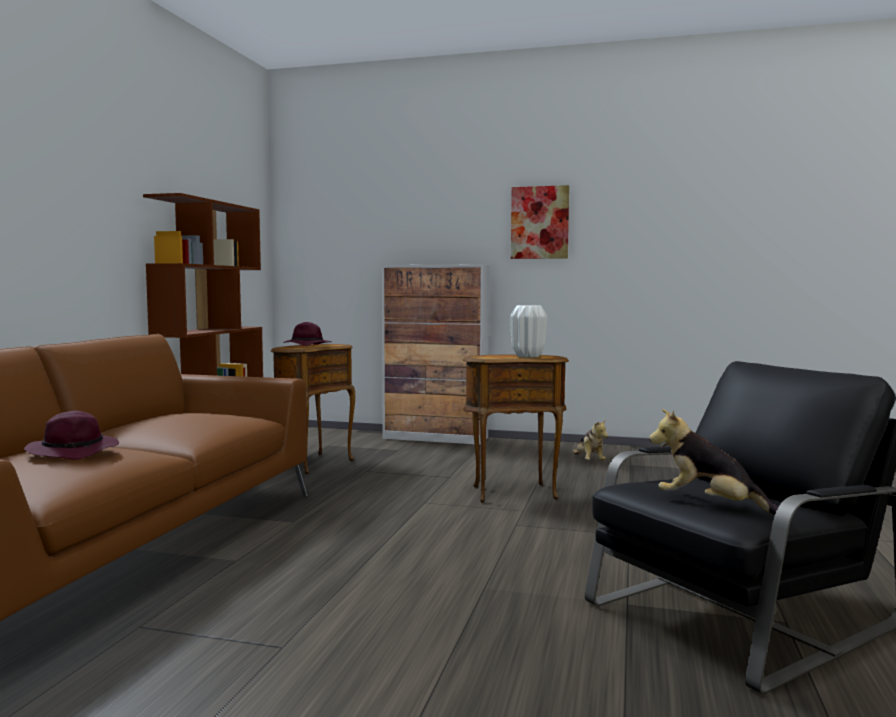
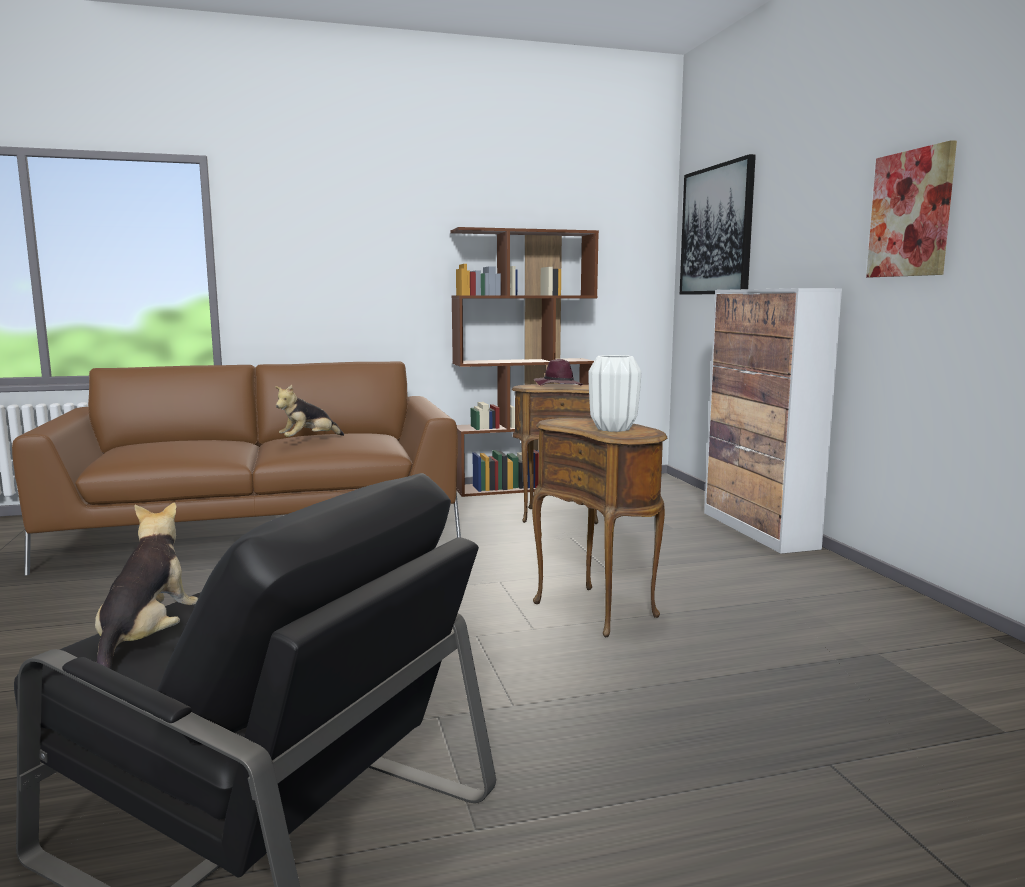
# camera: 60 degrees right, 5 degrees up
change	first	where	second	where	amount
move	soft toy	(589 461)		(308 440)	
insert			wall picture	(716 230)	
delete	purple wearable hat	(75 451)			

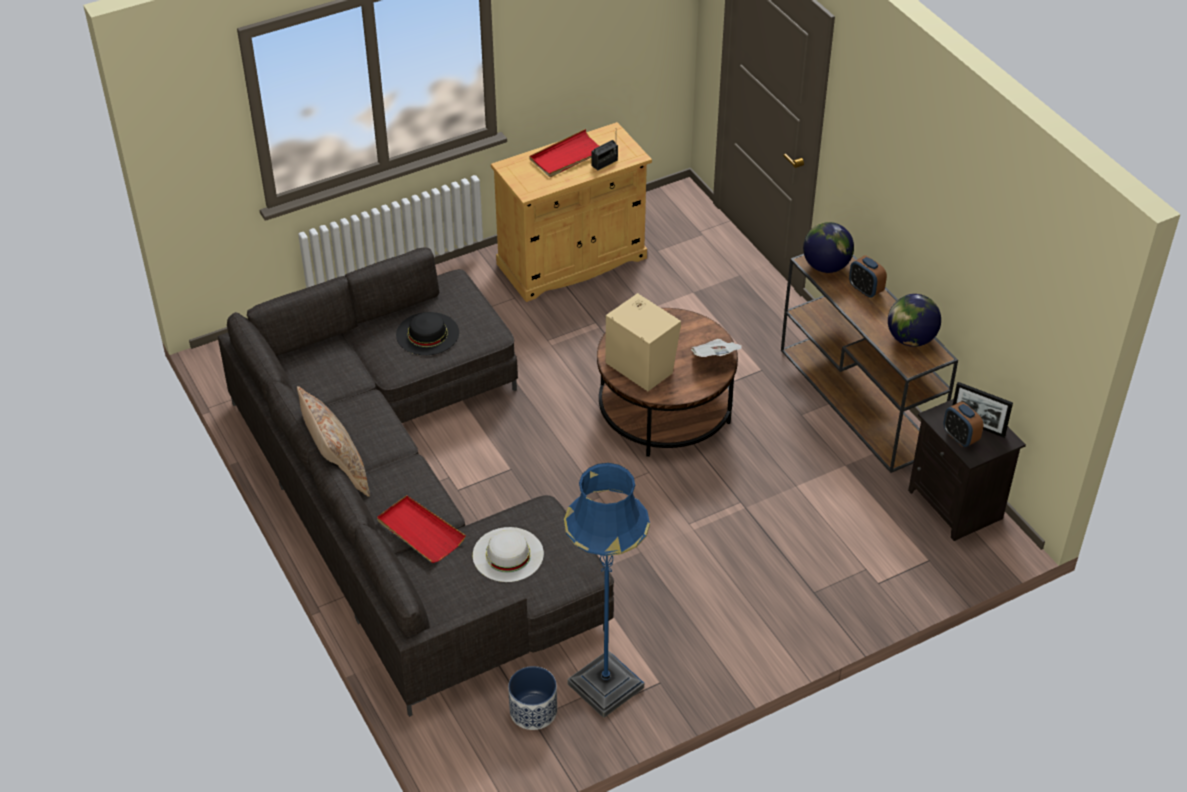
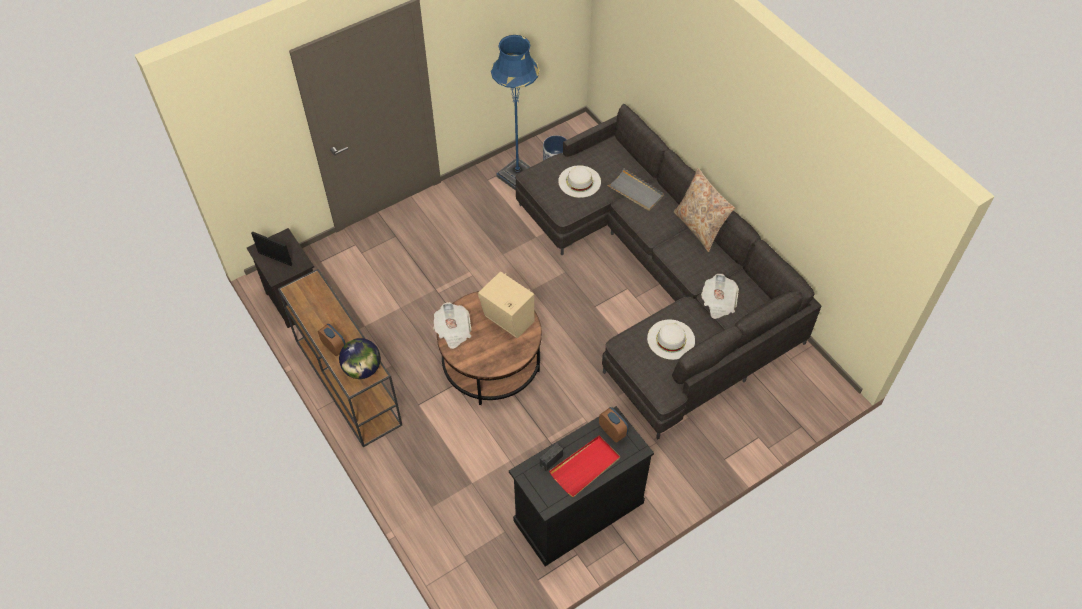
# camera: 175 degrees right, 10 degrees up
change	first	where	second	where	amount
recolor	sand-coloured cabinet	(572 261)	blackish cabinet	(578 511)	
move	table clock	(960 437)		(612 431)	
recolor	reddish tray	(420 531)	gray tray	(635 191)	
recolor	blackish wearable hat	(427 333)	white wearable hat	(671 339)	
insert			daily paper	(718 303)	
delete	world globe	(910 339)			

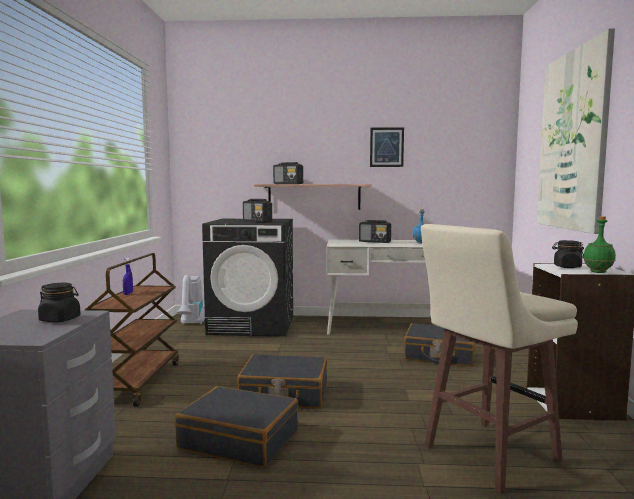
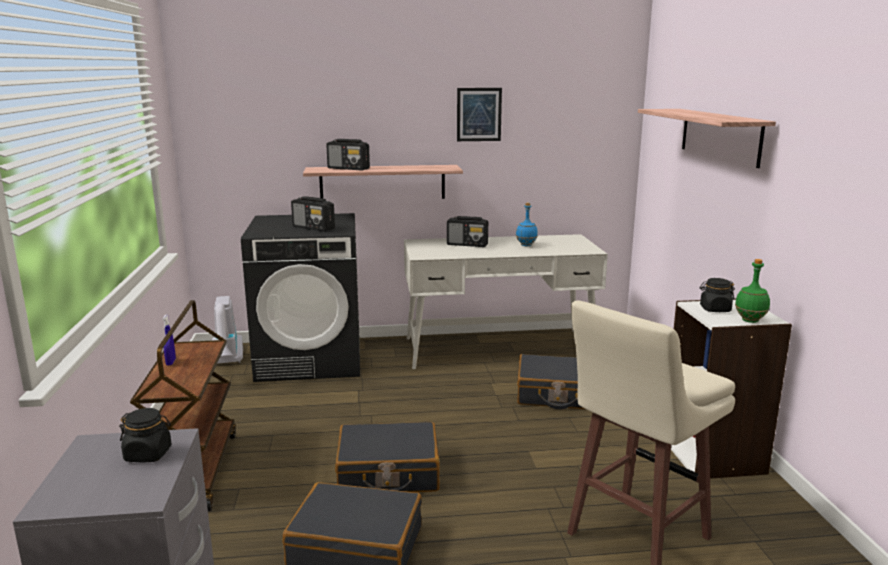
# camera: 10 degrees left, 10 degrees up
change	first	where	second	where	amount
replace	wall picture	(572 140)	bracket shelf	(719 136)	

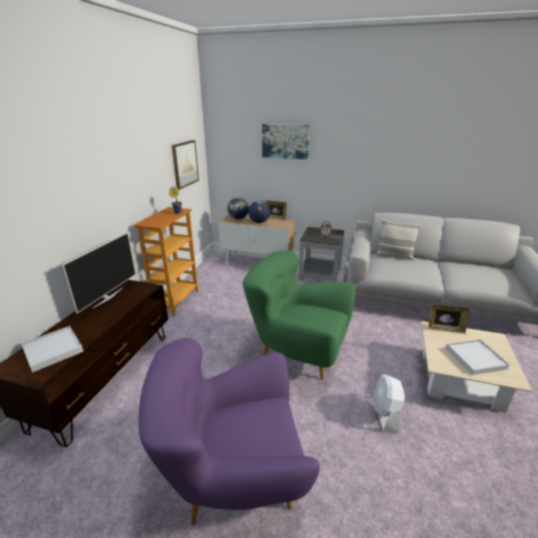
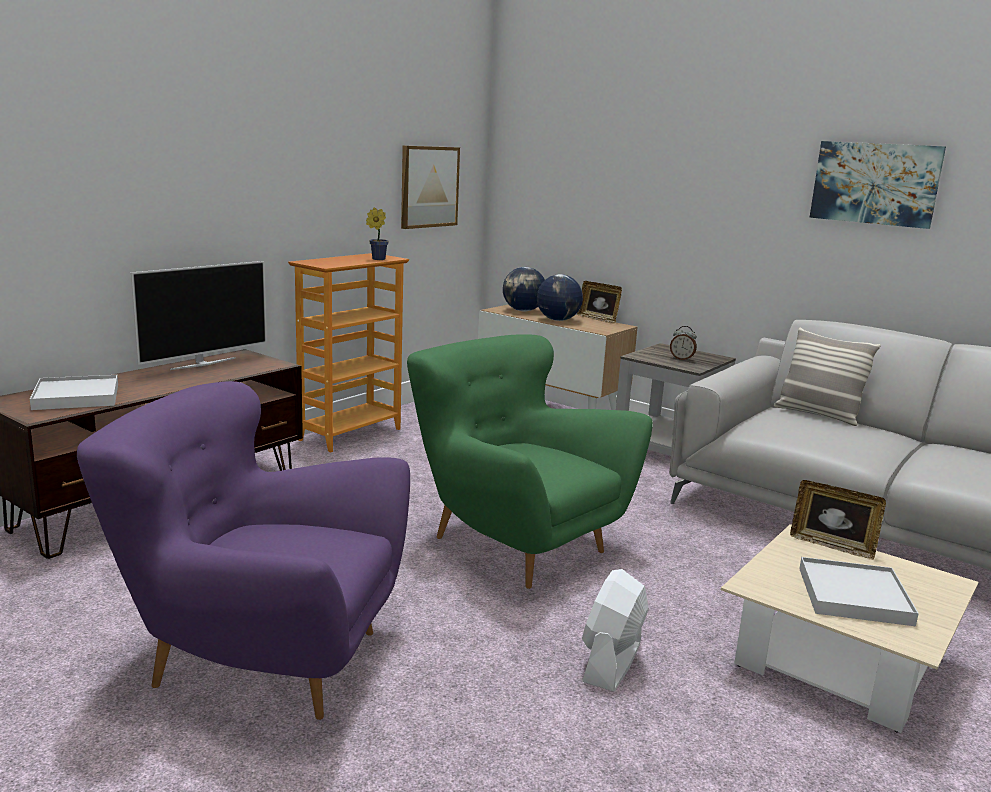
# camera: 20 degrees right, 10 degrees down
change	first	where	second	where	amount
move	wall picture	(285 141)		(875 183)	

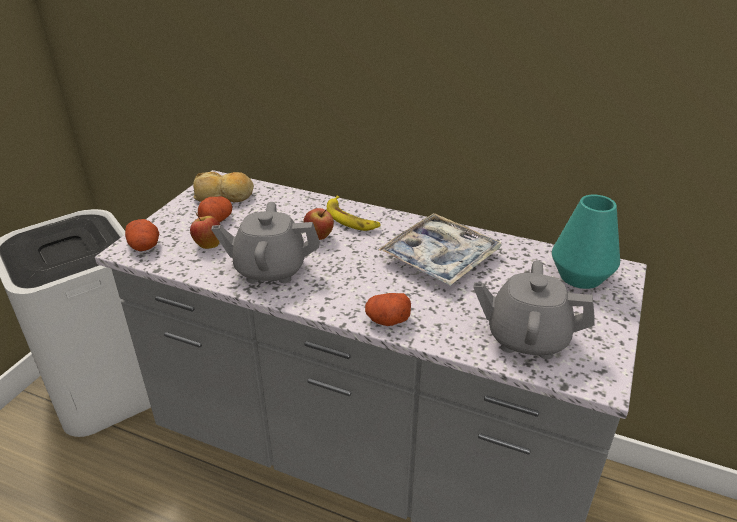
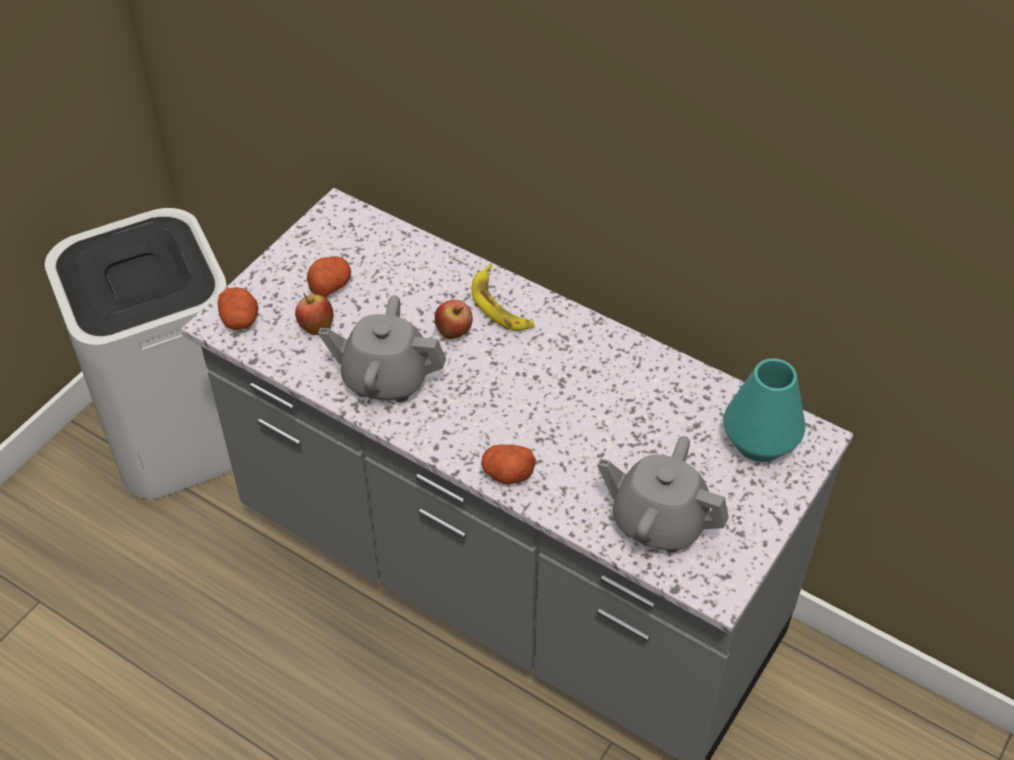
# camera: 10 degrees right, 15 degrees up
change	first	where	second	where	amount
delete	baked bread	(224 196)			
delete	tray	(440 258)			

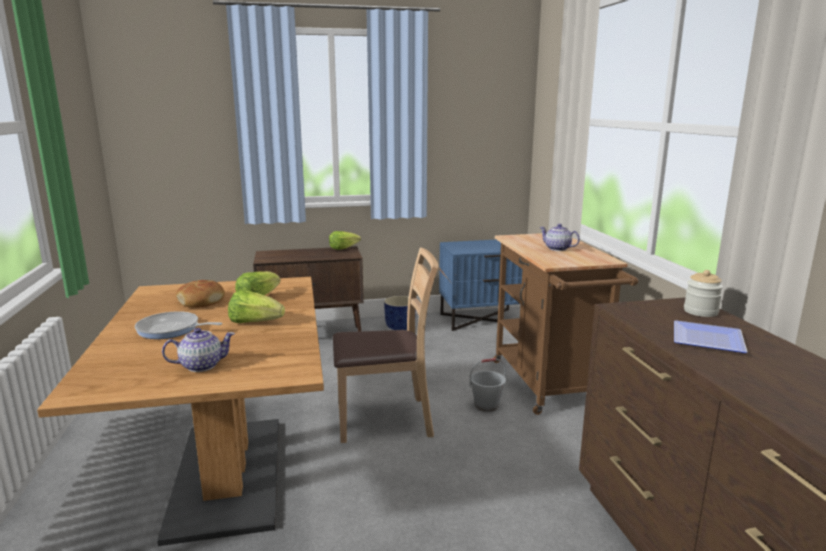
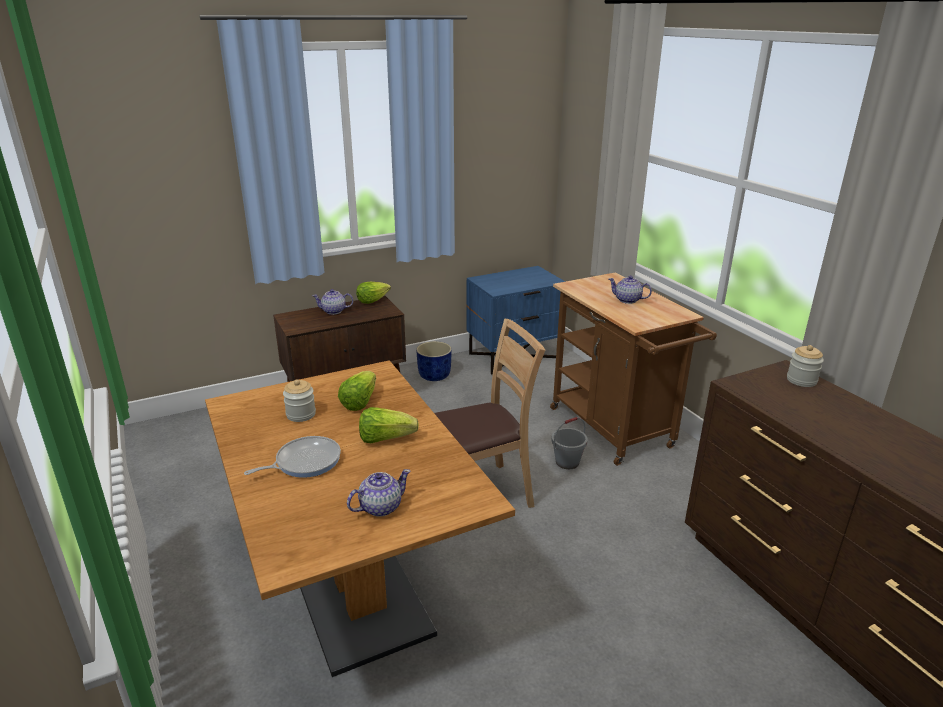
# camera: 15 degrees left, 10 degrees up
change	first	where	second	where	amount
rotate	frying pan	(171 330)		(304 462)	150 degrees clockwise
replace	baked bread	(201 301)	preserve jar	(301 414)	
insert			teapot	(334 311)	
delete	dinner plate	(709 339)			

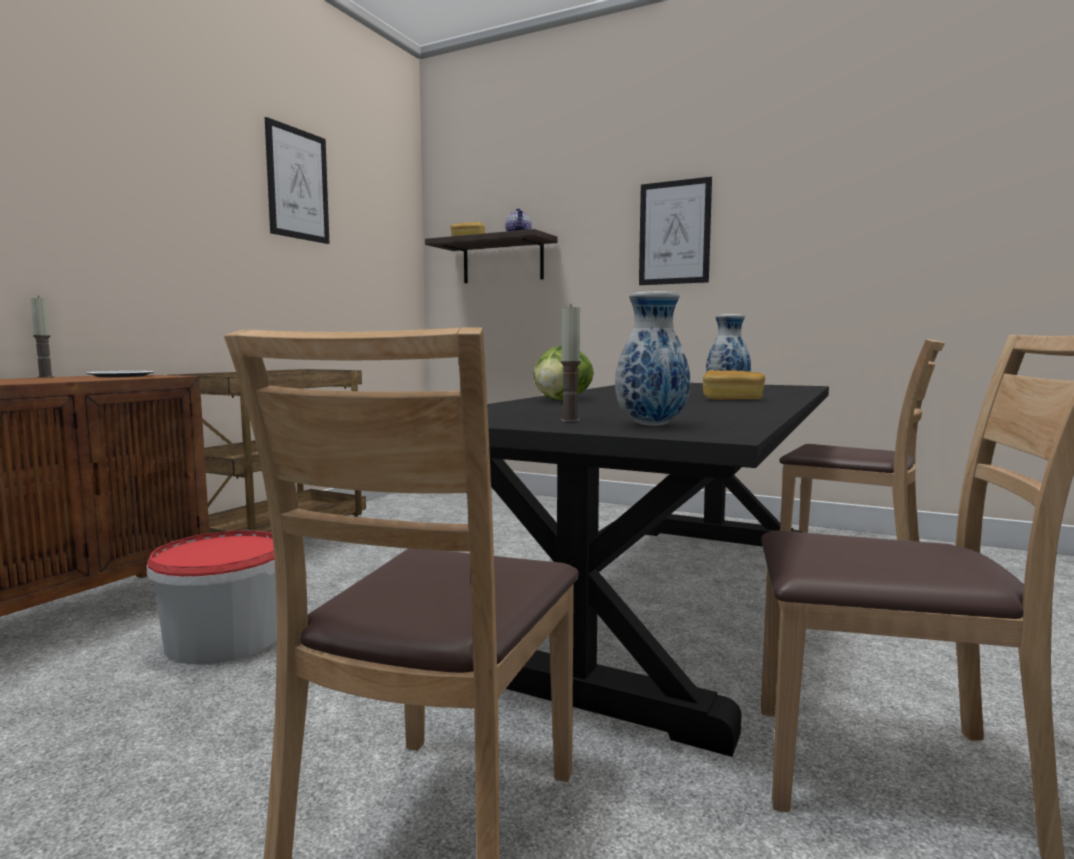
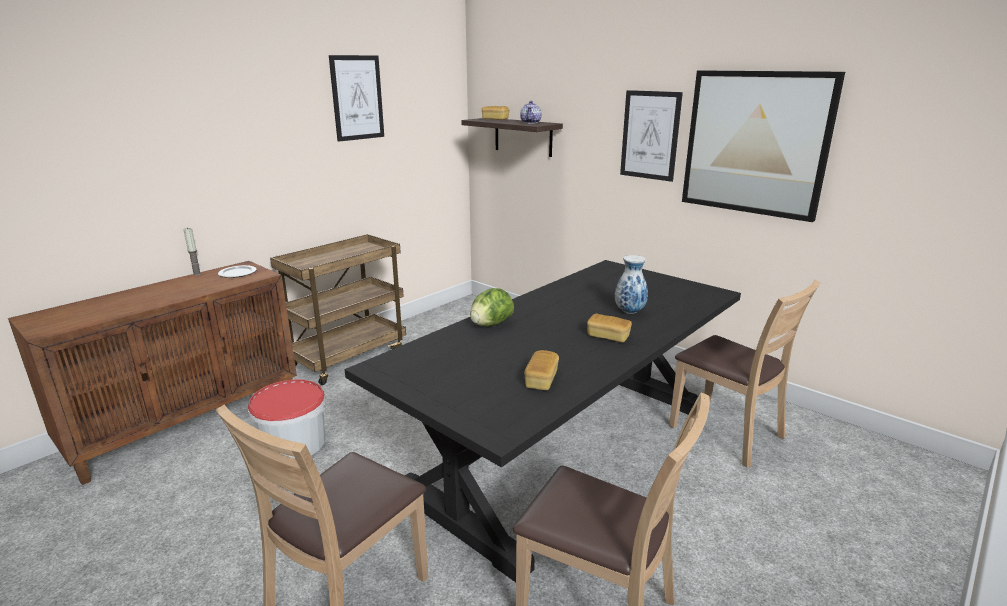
# camera: 15 degrees right, 15 degrees up
change	first	where	second	where	amount
insert			baked bread	(541 380)	
insert			wall picture	(755 143)	
delete	candle	(570 421)			
delete	vase	(651 425)			

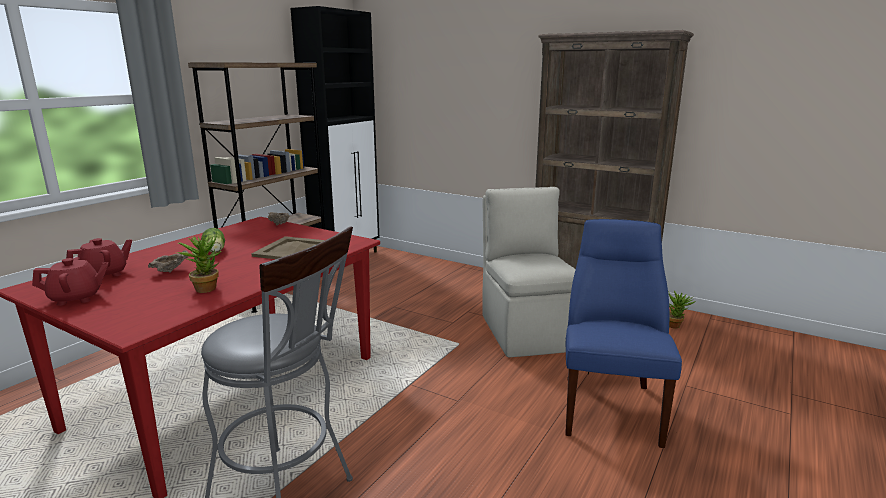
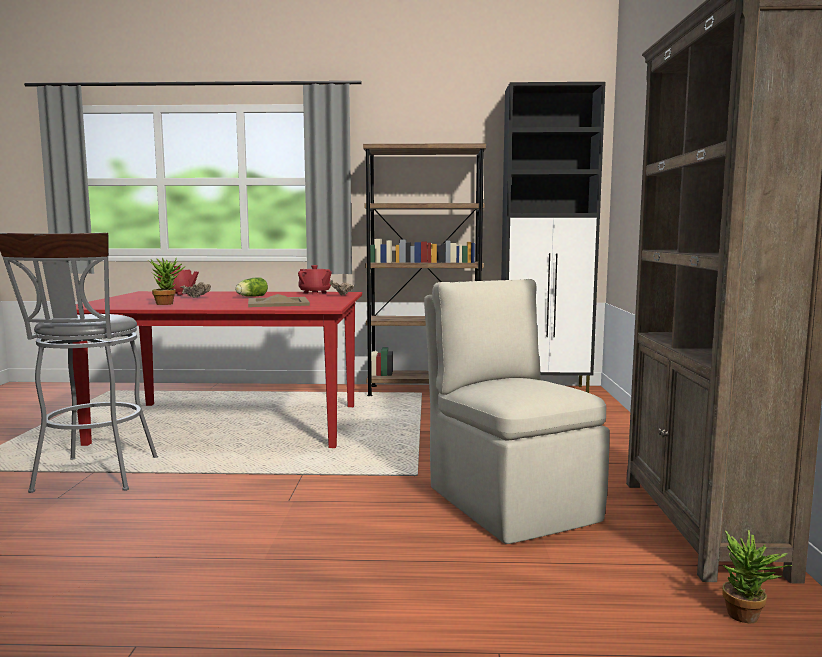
# camera: 60 degrees right, 10 degrees down
change	first	where	second	where	amount
move	reddish teapot	(76 298)		(315 293)	
rotate	sand-coloured plain chair	(527 331)		(509 502)	75 degrees counterclockwise
delete	bluish plain chair	(609 406)			

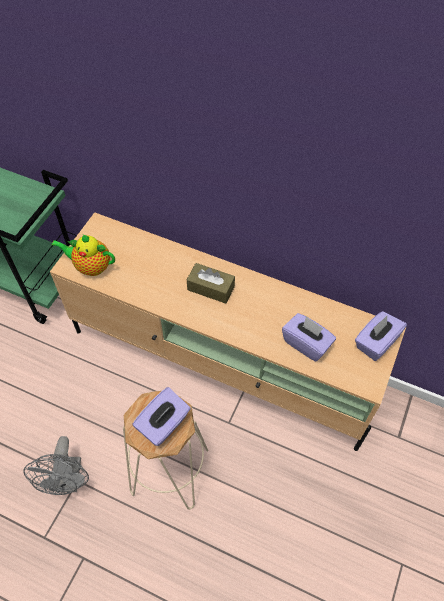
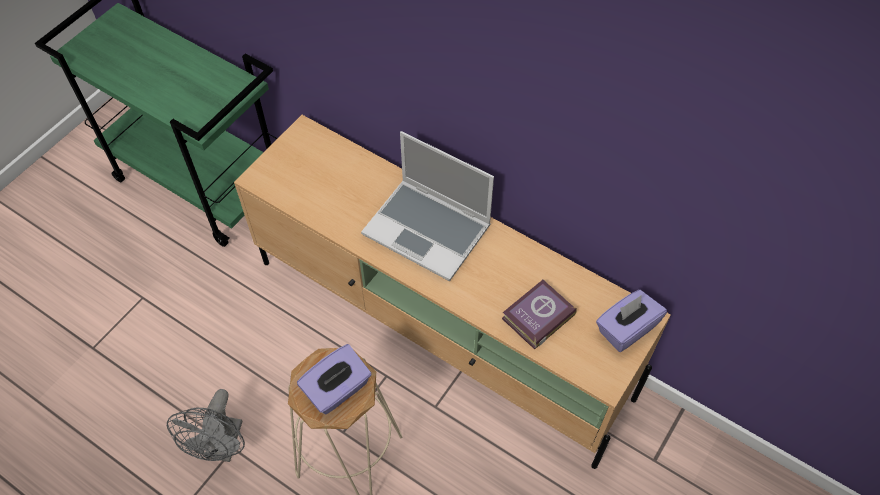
# camera: 10 degrees right, 0 degrees up
change	first	where	second	where	amount
replace	brown-coloured tissue box	(211 288)	notebook computer	(429 230)	
replace	purple tissue box	(306 343)	bound book	(536 317)	
delete	teapot	(91 266)			

